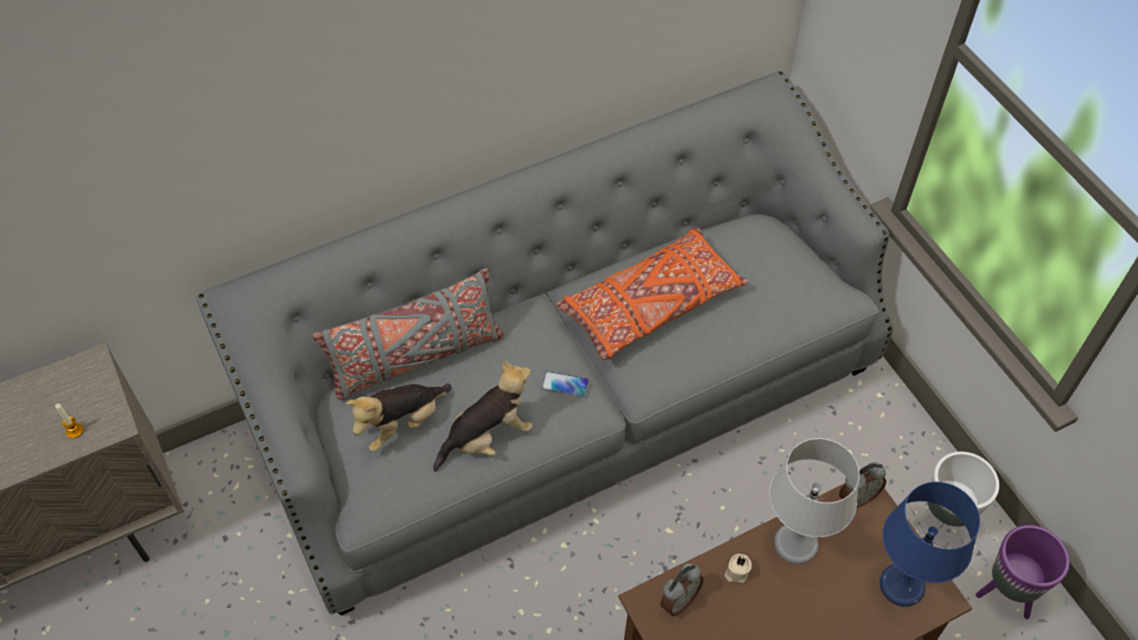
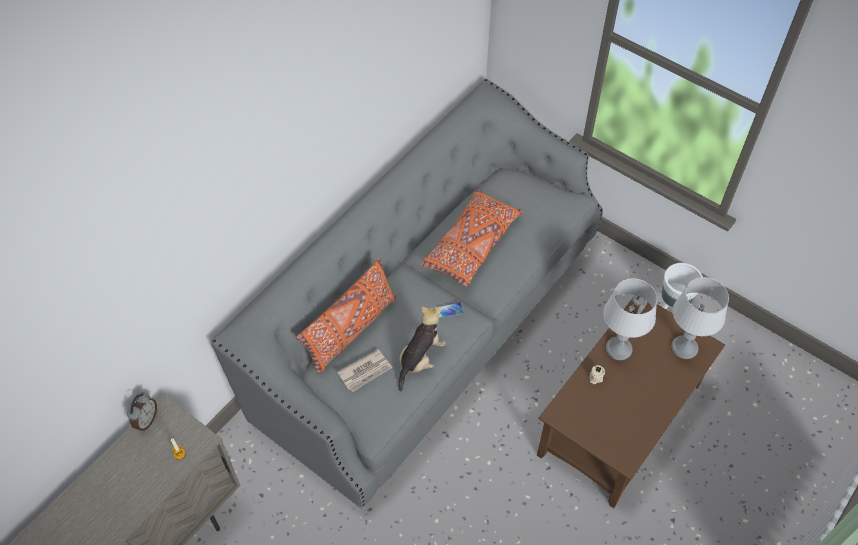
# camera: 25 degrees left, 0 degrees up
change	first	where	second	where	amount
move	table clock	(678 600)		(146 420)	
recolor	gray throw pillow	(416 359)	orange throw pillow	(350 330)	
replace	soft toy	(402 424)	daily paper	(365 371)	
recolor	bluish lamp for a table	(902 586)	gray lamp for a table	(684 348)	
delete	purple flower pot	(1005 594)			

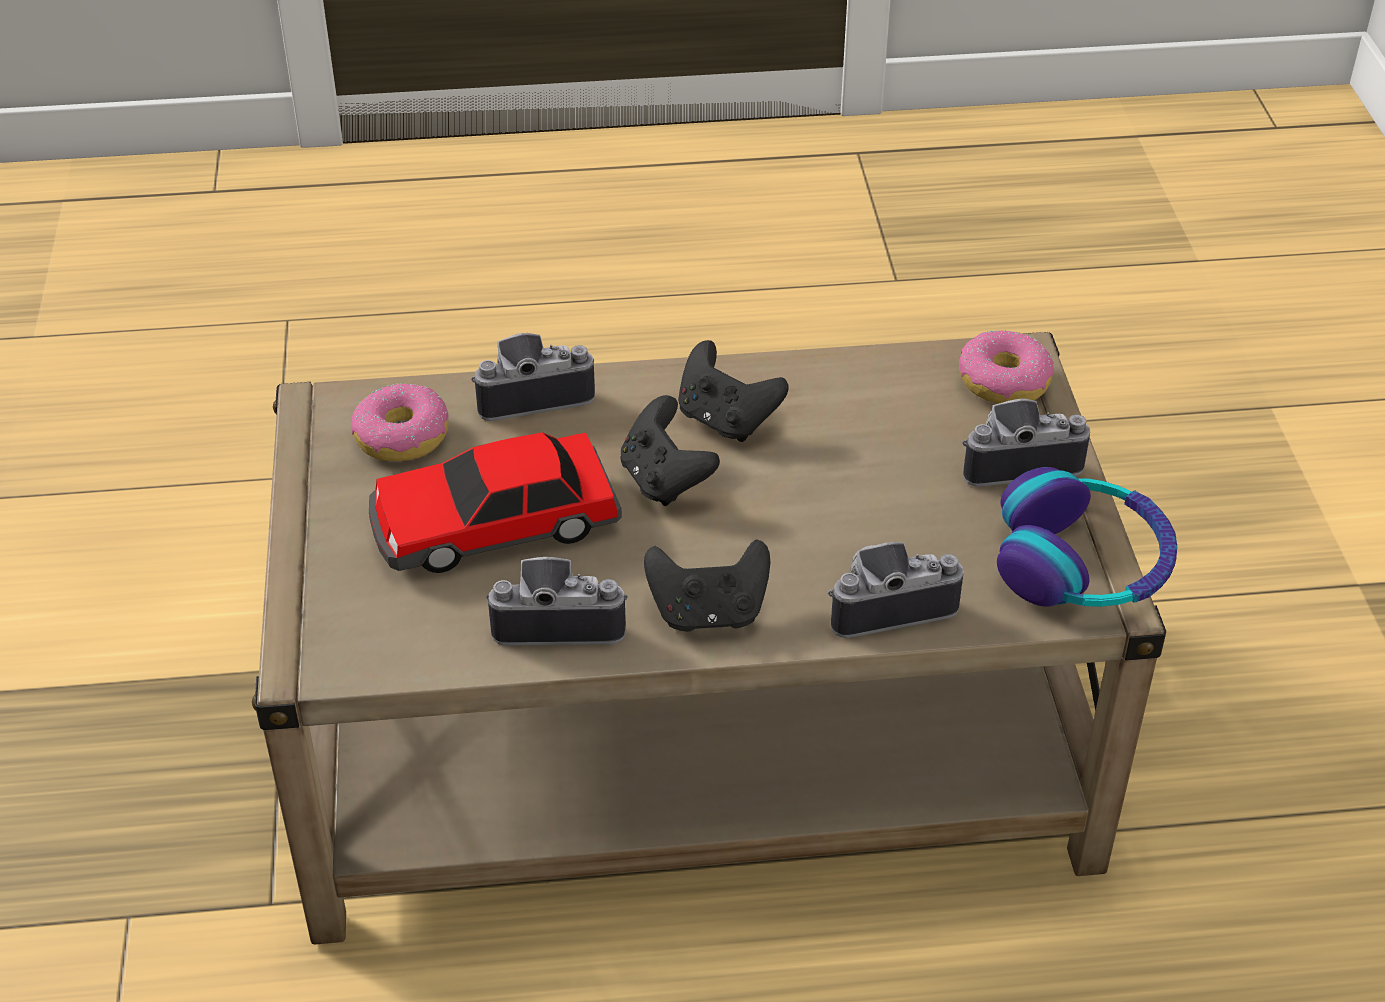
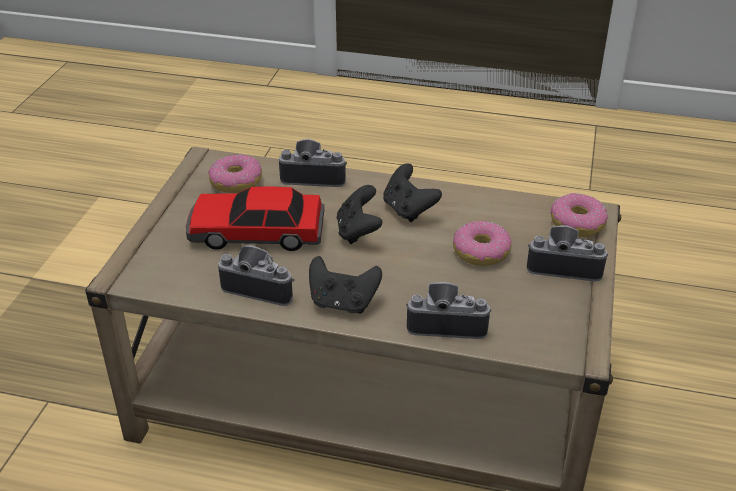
# camera: 20 degrees right, 5 degrees down
change	first	where	second	where	amount
insert			ring doughnut	(481 252)	
delete	headset	(1082 563)			

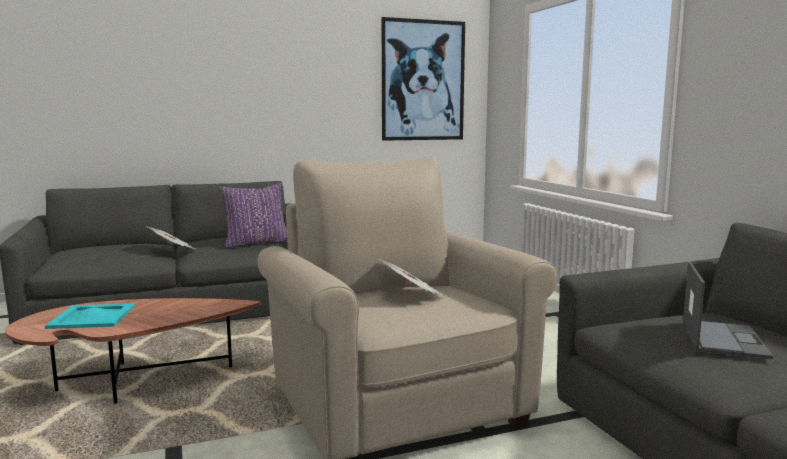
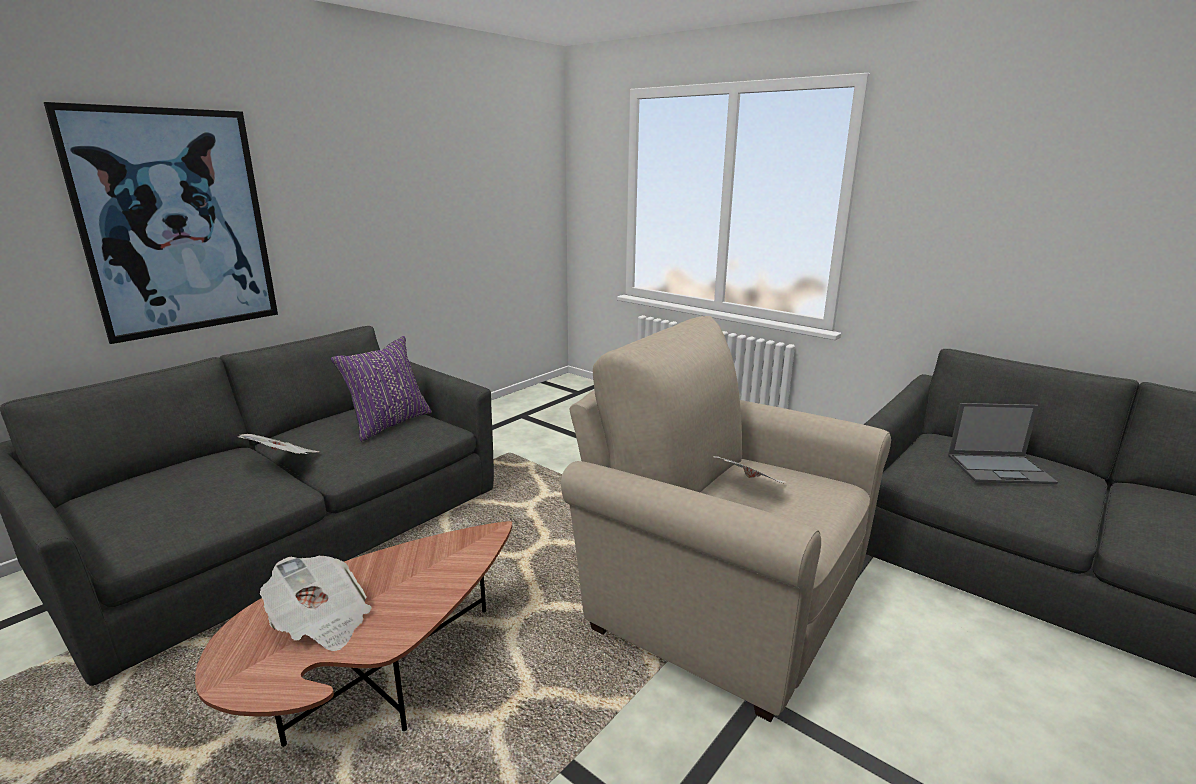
# camera: 30 degrees left, 10 degrees up
change	first	where	second	where	amount
move	wall picture	(423 80)		(176 223)	
replace	turquoise tray	(92 317)	daily paper	(321 622)	
rotate	notebook computer	(722 338)		(1001 469)	105 degrees clockwise

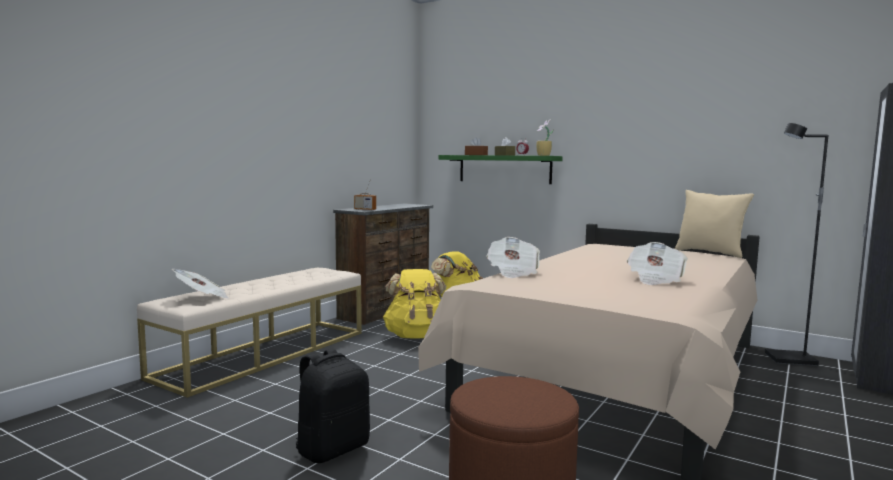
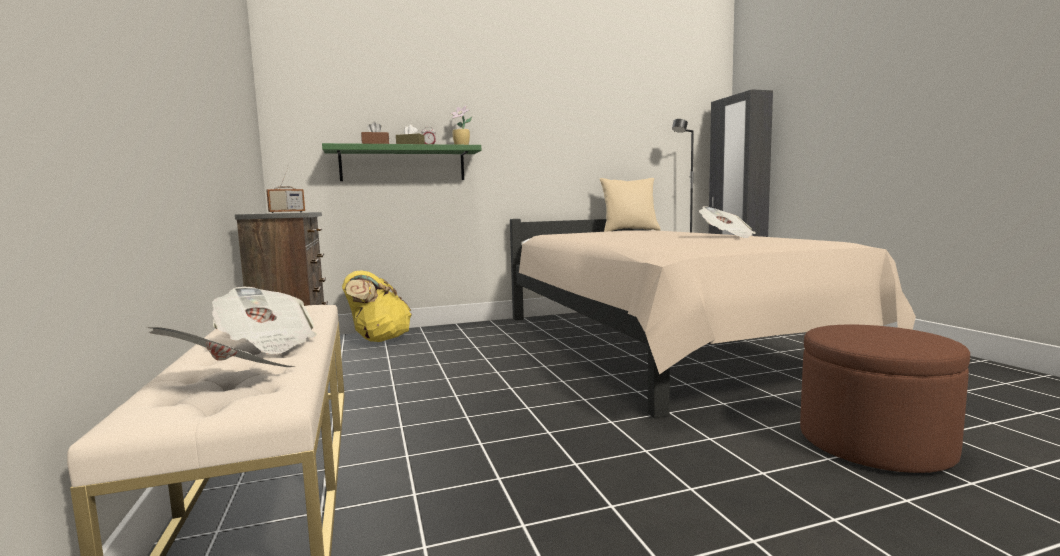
# camera: 50 degrees left, 0 degrees up
change	first	where	second	where	amount
move	daily paper	(513 272)		(267 344)	
delete	blackish knapsack	(332 449)			
delete	yellow-coloured knapsack	(417 336)			

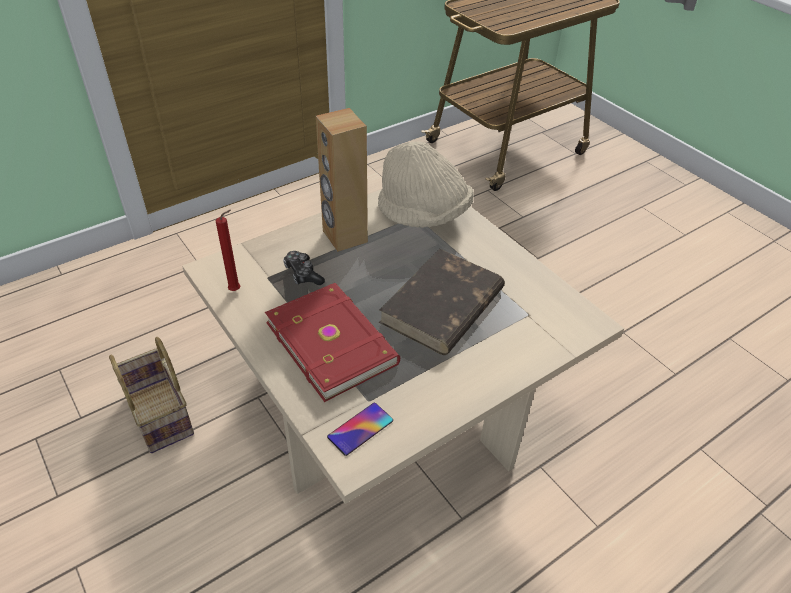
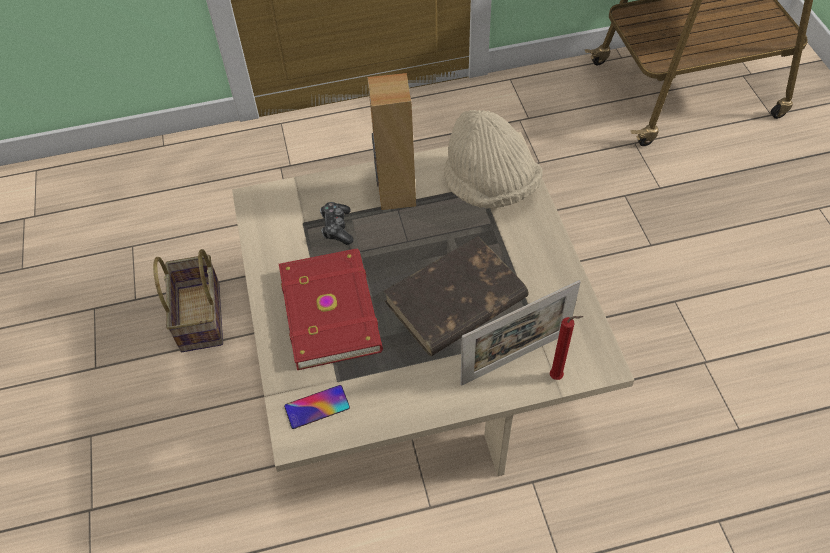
# camera: 25 degrees right, 10 degrees up
change	first	where	second	where	amount
insert			photo frame	(515 358)	
move	reddish candle	(236 290)		(558 377)	

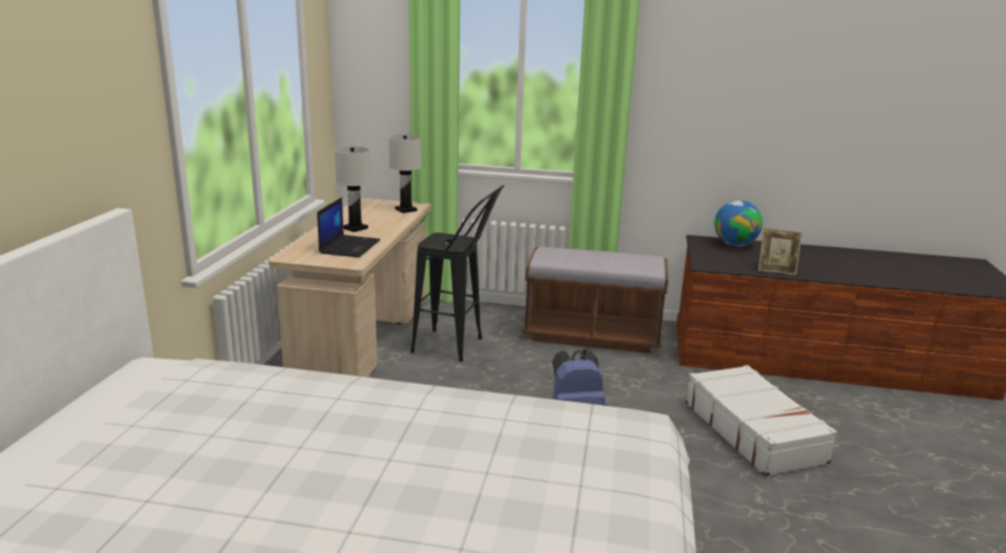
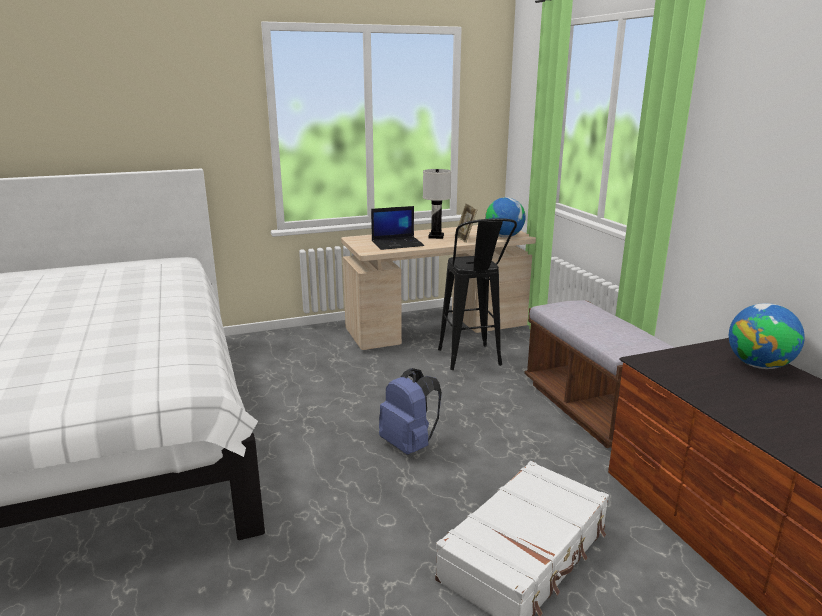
# camera: 60 degrees right, 0 degrees up
change	first	where	second	where	amount
move	photo frame	(776 270)		(465 239)	
replace	white lamp for a table	(406 210)	world globe	(504 236)	

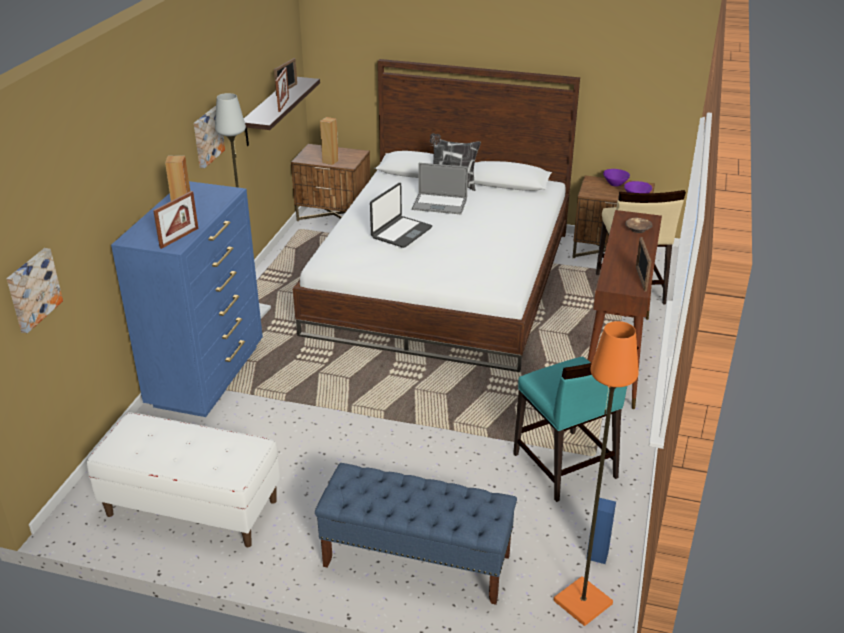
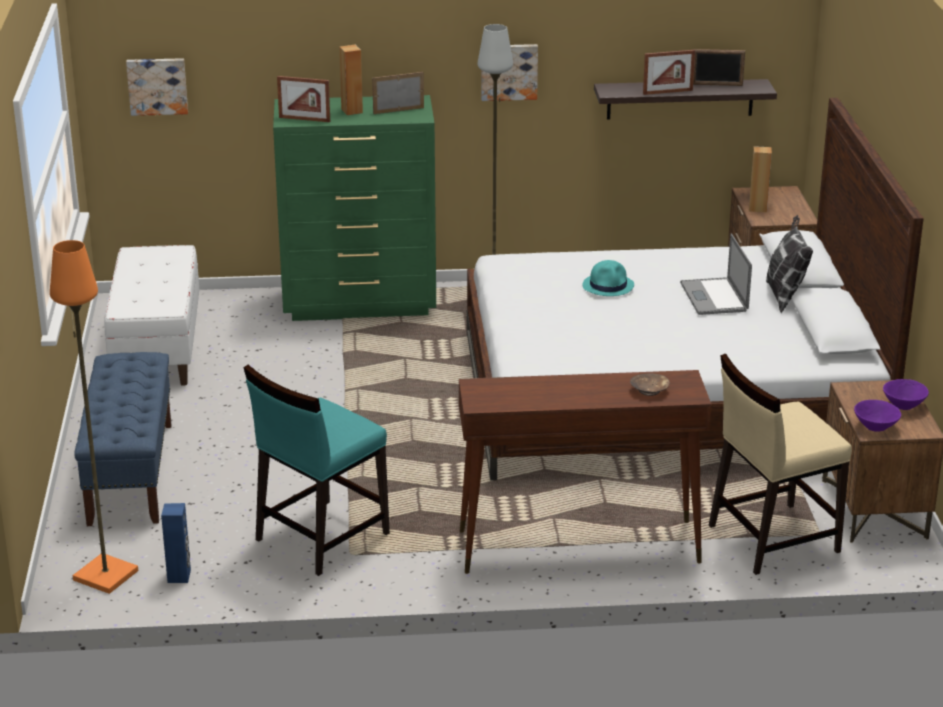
# camera: 70 degrees right, 5 degrees down
change	first	where	second	where	amount
recolor	bluish chest of drawers	(208 376)	green-coloured chest of drawers	(360 304)	
move	photo frame	(641 278)		(398 110)	
replace	notebook computer	(401 232)	turquoise wearable hat	(608 286)	

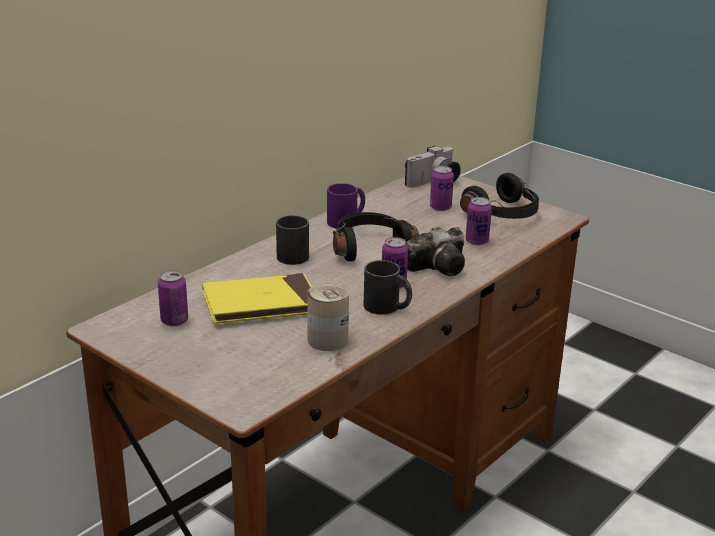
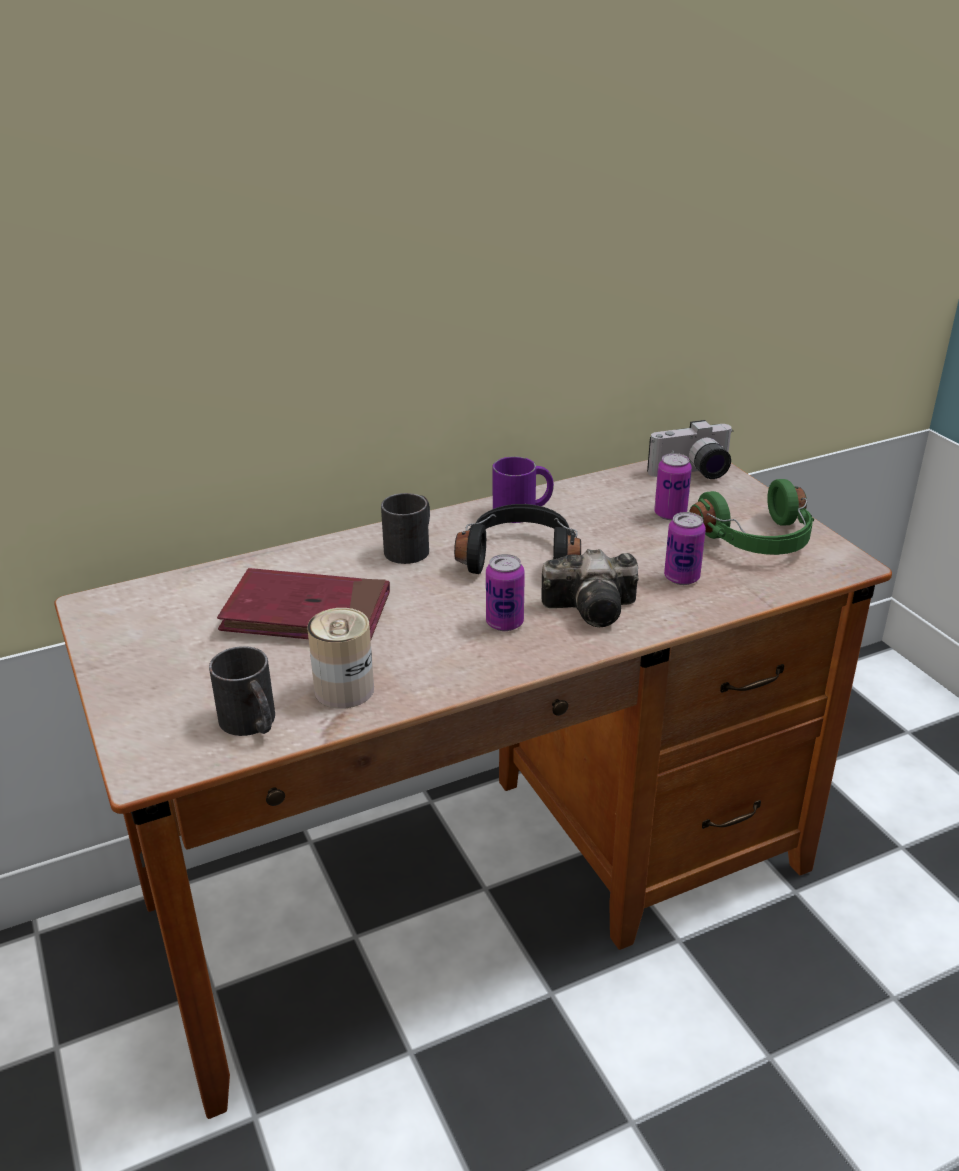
# camera: 25 degrees right, 5 degrees up
change	first	where	second	where	amount
move	blackish mug	(388 307)		(252 724)	
recolor	yellow-coloured bound book	(261 304)	reddish bound book	(307 614)	
recolor	blackish headset	(504 214)	green-coloured headset	(758 541)	
delete	can	(174 321)			

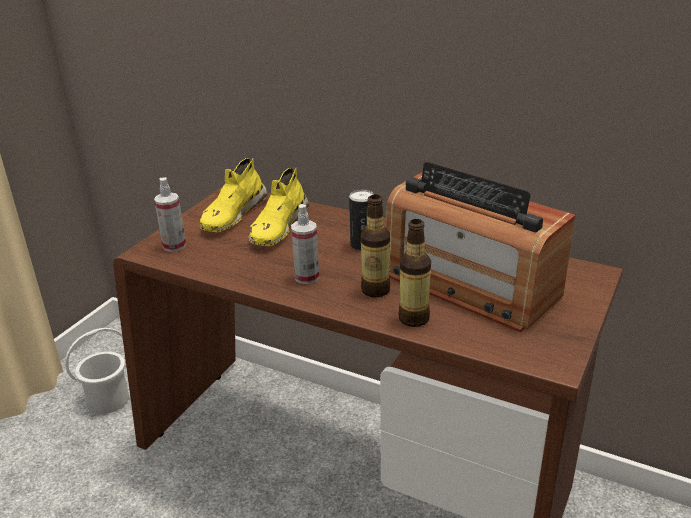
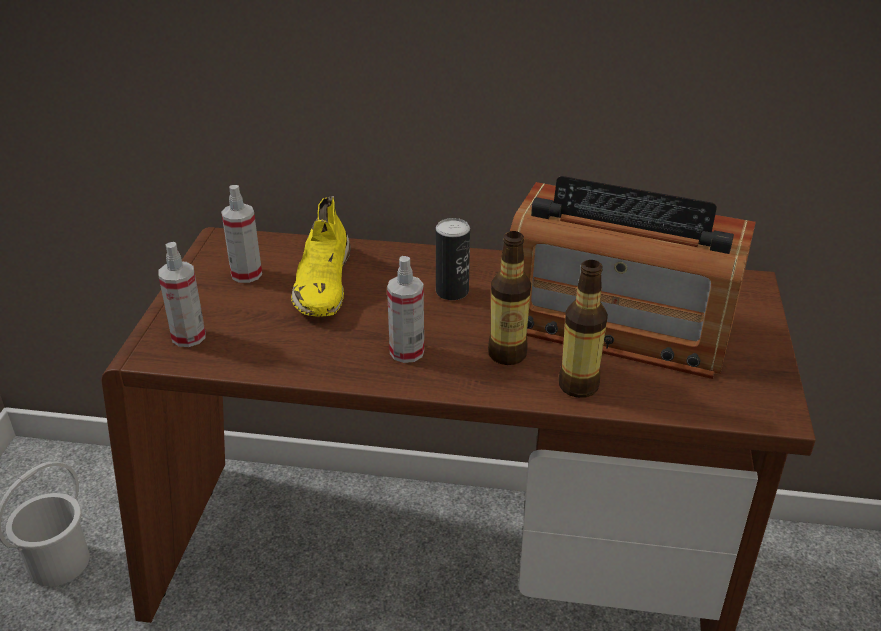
# camera: 20 degrees left, 5 degrees up
change	first	where	second	where	amount
replace	yellow-coloured low shoe	(233 215)	hand sprayer	(246 274)	

